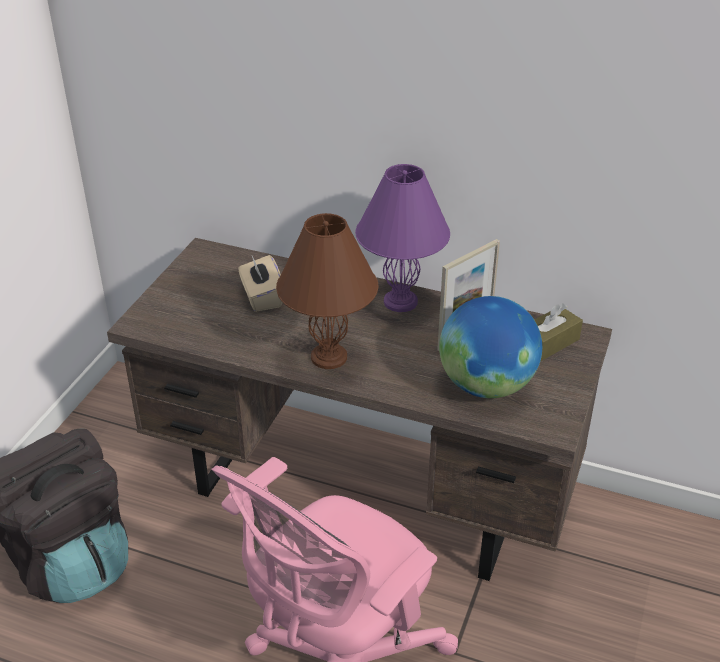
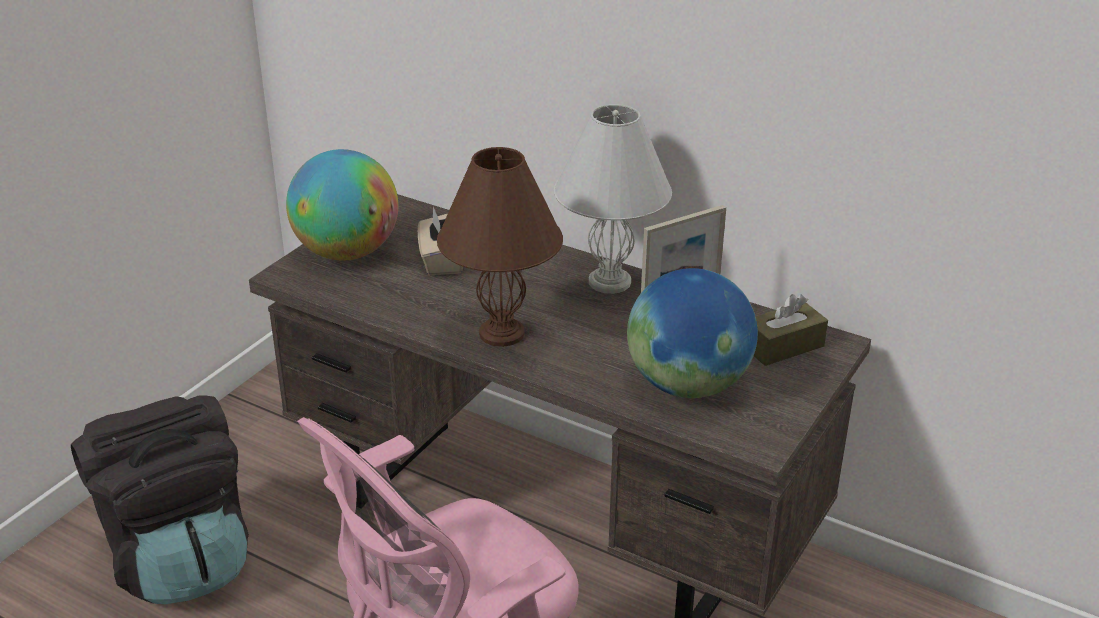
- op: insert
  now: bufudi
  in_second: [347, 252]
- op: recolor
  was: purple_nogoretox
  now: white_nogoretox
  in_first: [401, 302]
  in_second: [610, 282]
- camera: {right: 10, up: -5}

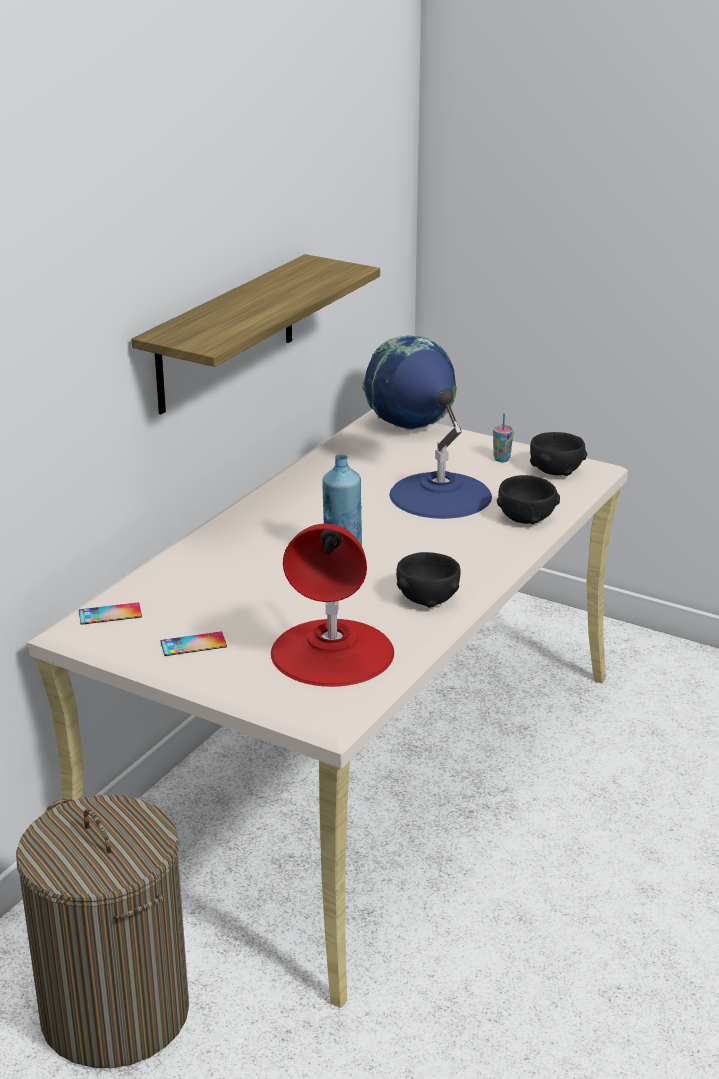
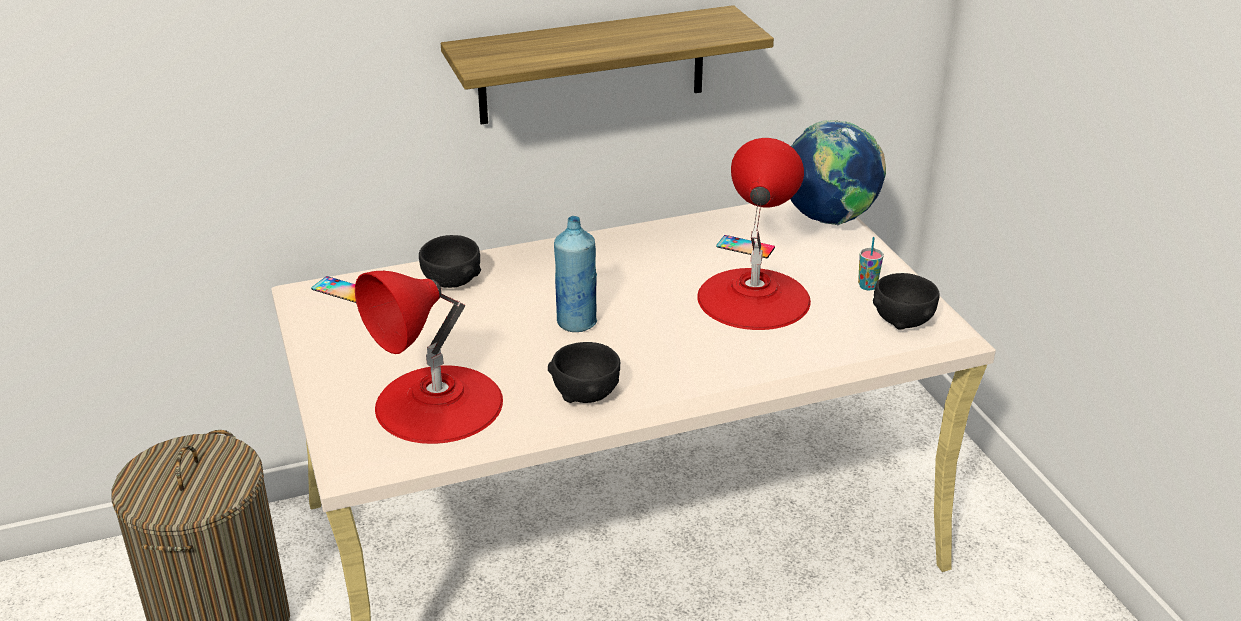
- op: move
  was: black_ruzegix
  in_first: [526, 518]
  in_second: [452, 281]
- op: recolor
  was: blue_nogoretox
  now: red_nogoretox
  in_first: [440, 495]
  in_second: [753, 298]
- op: move
  was: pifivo
  in_first: [193, 644]
  in_second: [745, 247]
- camera: {right: 40, up: 5}

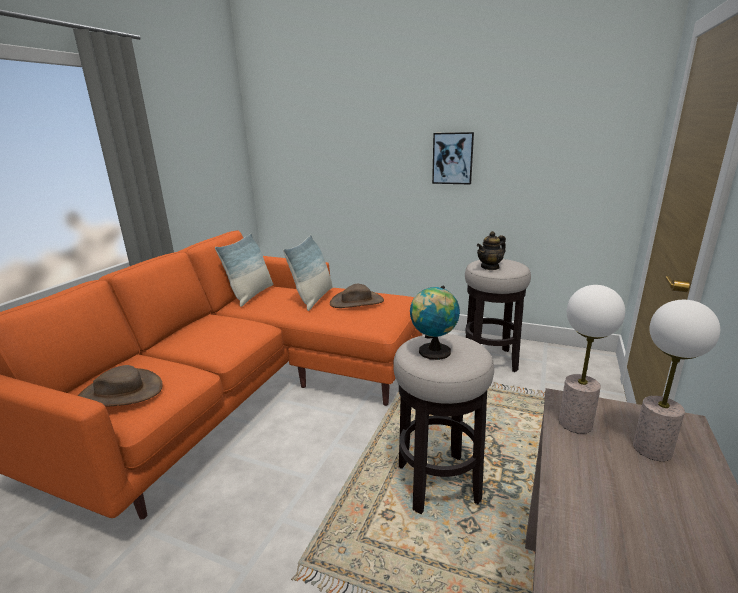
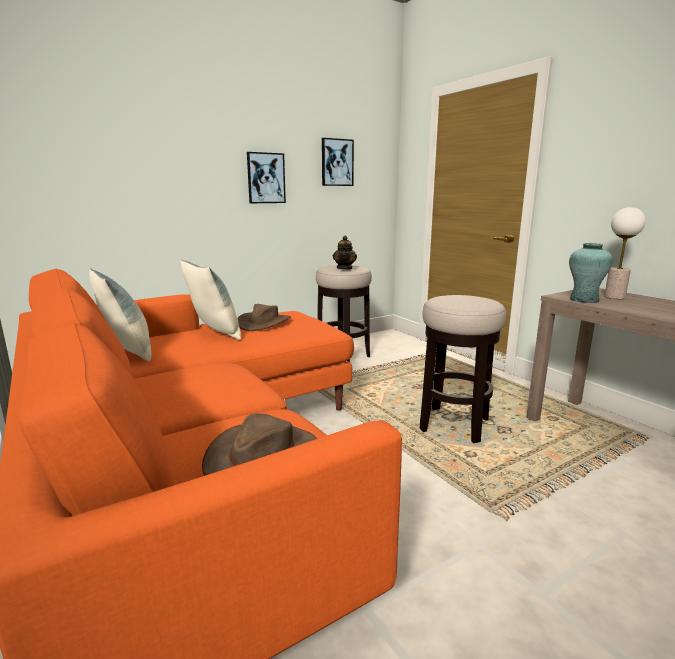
- op: insert
  now: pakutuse
  in_second: [337, 162]
- op: replace
  was: nogoretox
  now: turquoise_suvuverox
  in_first: [575, 423]
  in_second: [584, 300]
- op: delete
  was: bufudi
  in_first: [433, 352]
- camera: {right: -55, up: -5}

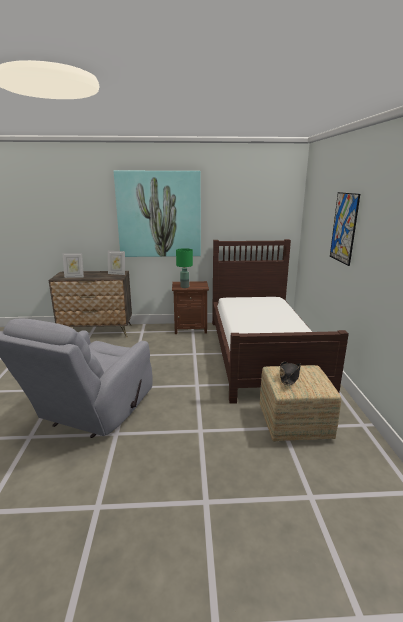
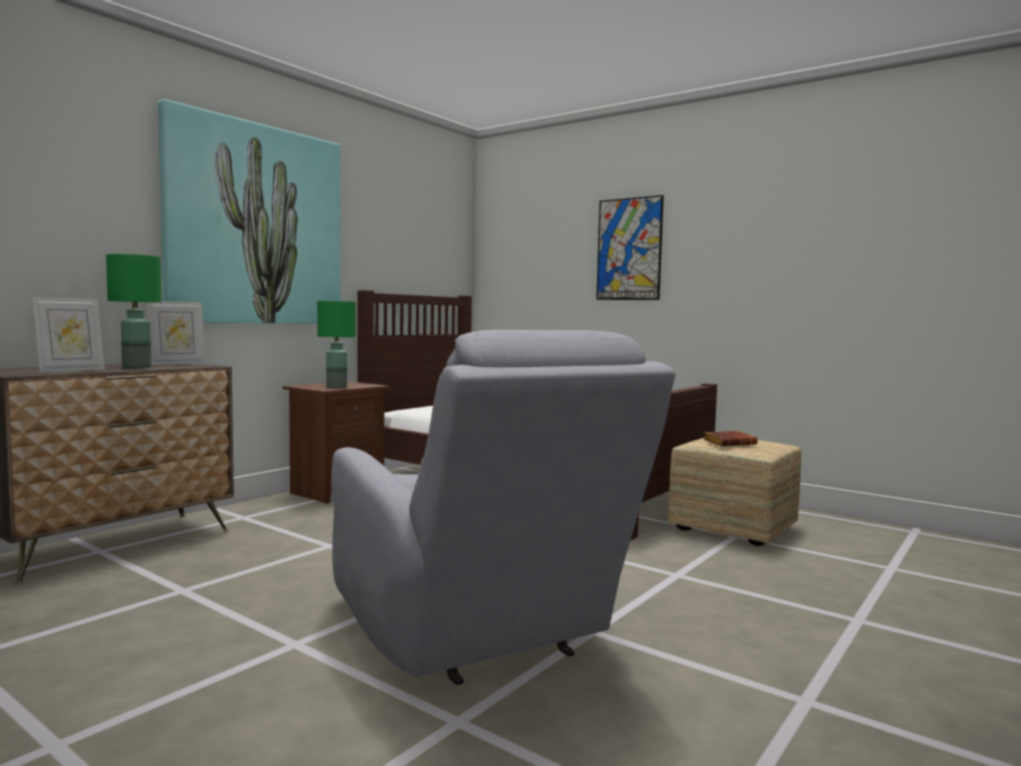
- op: insert
  now: green_nogoretox
  in_second: [136, 367]
- op: replace
  was: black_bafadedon
  now: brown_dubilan
  in_first: [289, 376]
  in_second: [729, 443]
- camera: {right: -50, up: -15}

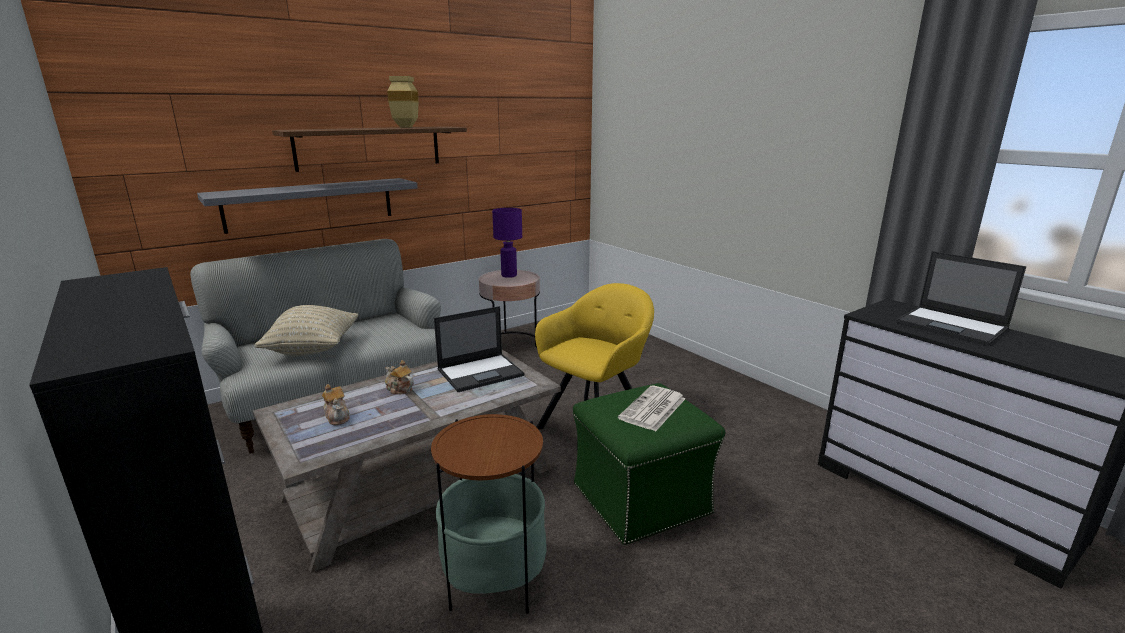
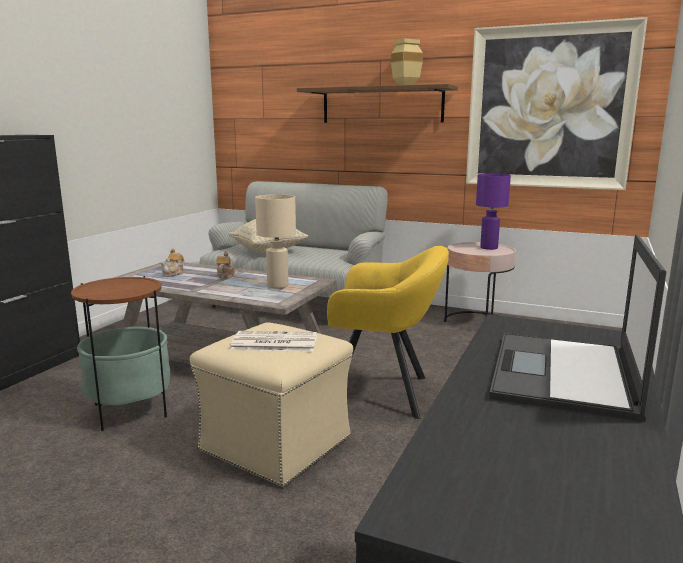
- op: recolor
  was: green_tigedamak
  now: beige_tigedamak
  in_first: [642, 498]
  in_second: [277, 444]
- op: replace
  was: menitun
  now: beige_nogoretox
  in_first: [481, 372]
  in_second: [278, 286]
- op: insert
  now: pakutuse
  in_second: [549, 107]
- op: delete
  was: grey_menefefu
  in_first: [311, 204]
- camera: {right: 60, up: -5}

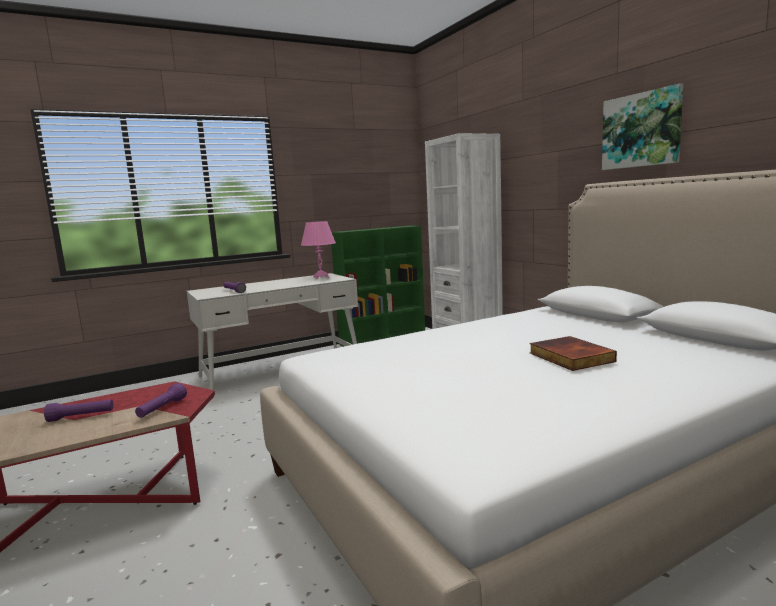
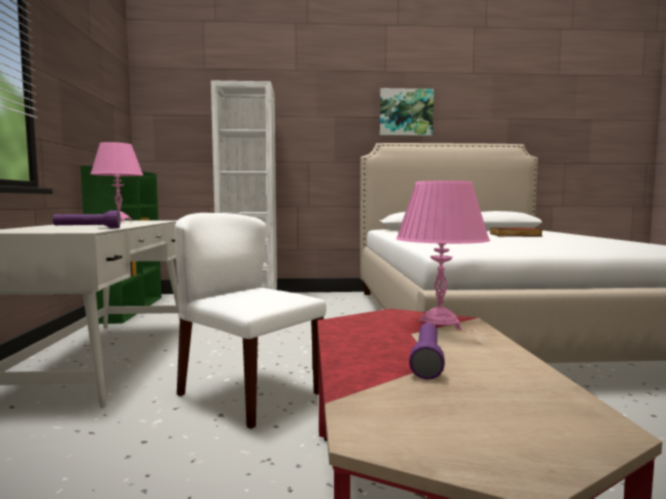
- op: insert
  now: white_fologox
  in_second: [248, 393]
- op: replace
  was: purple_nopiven
  now: pink_nogoretox
  in_first: [162, 409]
  in_second: [439, 325]
- camera: {right: -65, up: -5}

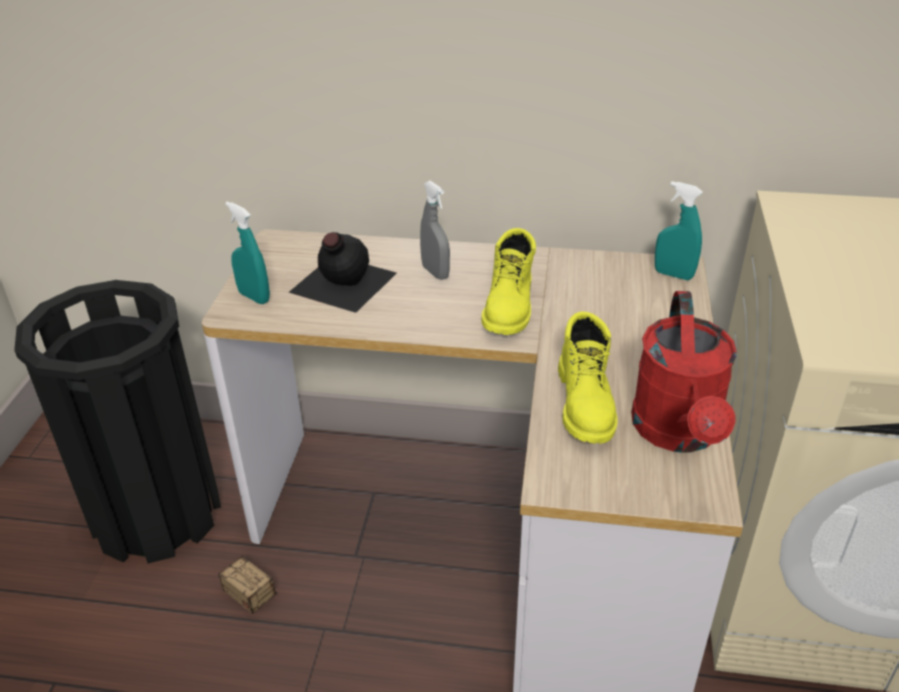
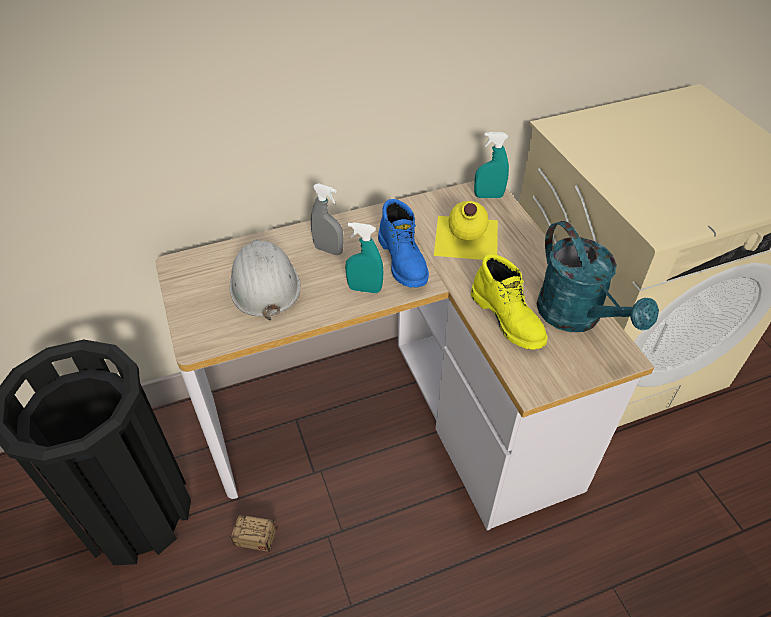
- op: replace
  was: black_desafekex
  now: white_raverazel
  in_first: [341, 282]
  in_second: [264, 284]
- op: move
  was: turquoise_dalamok
  in_first: [254, 297]
  in_second: [364, 289]
- op: recolor
  was: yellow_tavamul
  now: blue_tavamul
  in_first: [510, 307]
  in_second: [404, 260]
- op: insert
  now: yellow_desafekex
  in_second: [465, 238]
- op: recolor
  was: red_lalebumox
  now: turquoise_lalebumox
  in_first: [679, 434]
  in_second: [577, 317]
- camera: {right: -30, up: 10}

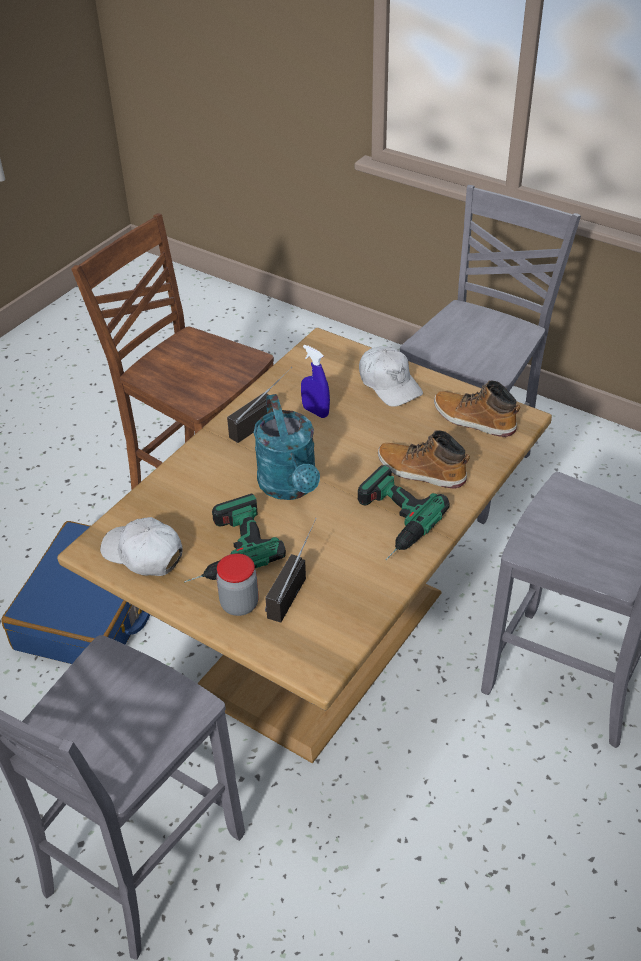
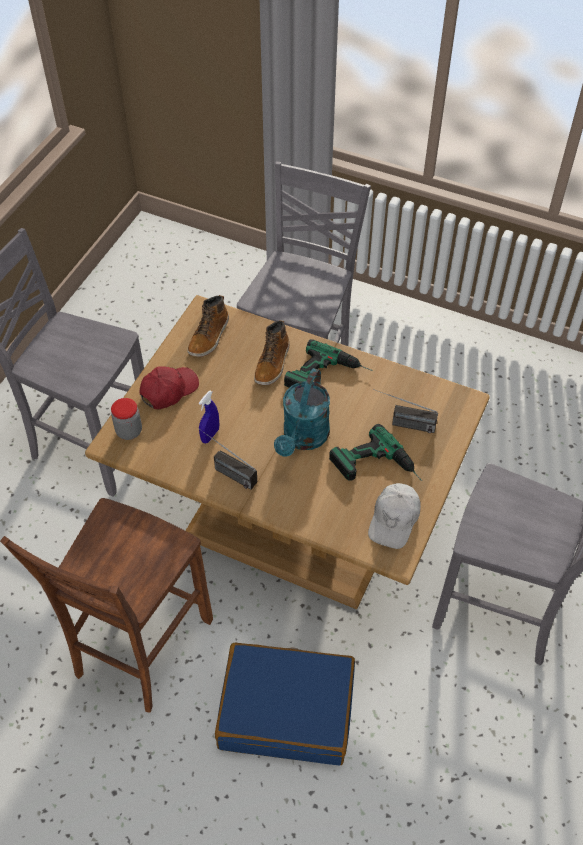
- op: move
  was: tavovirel
  in_first: [239, 604]
  in_second: [129, 431]
- op: recolor
  was: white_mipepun
  now: red_mipepun
  in_first: [389, 384]
  in_second: [168, 390]
- op: rotate
  was: turquoise_lalebumox
  in_first: [290, 487]
  in_second: [303, 438]
  clockwise: 135
- camera: {right: -100, up: 10}

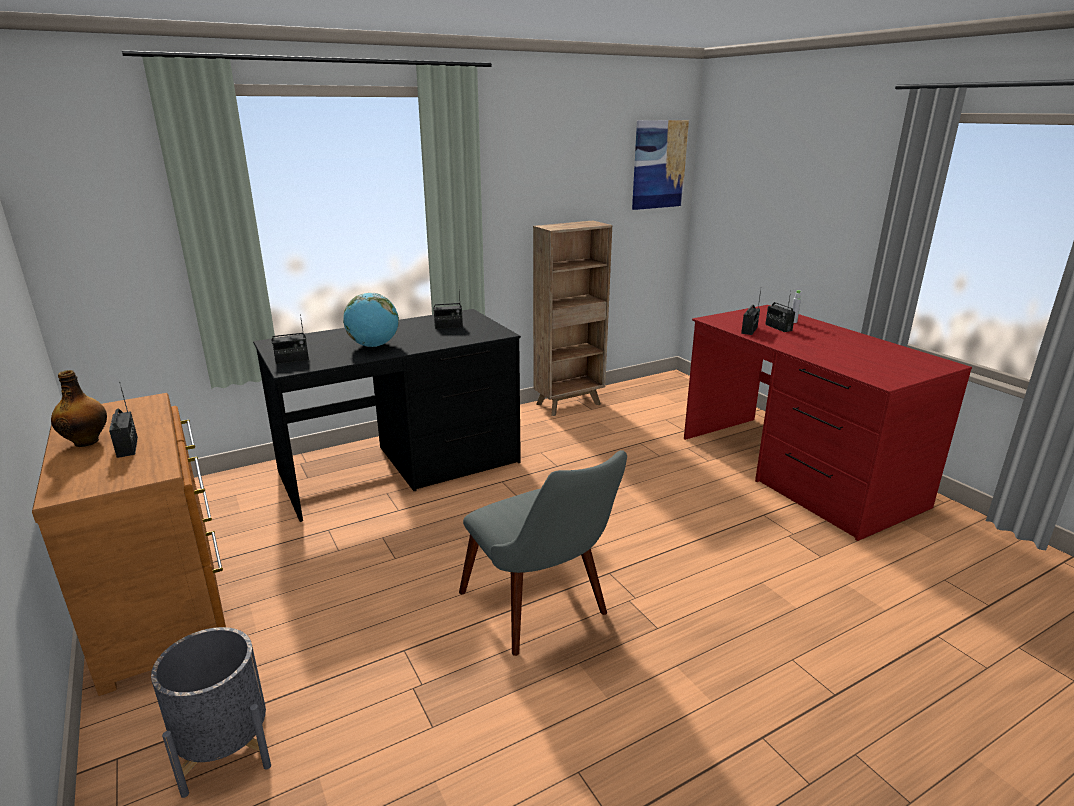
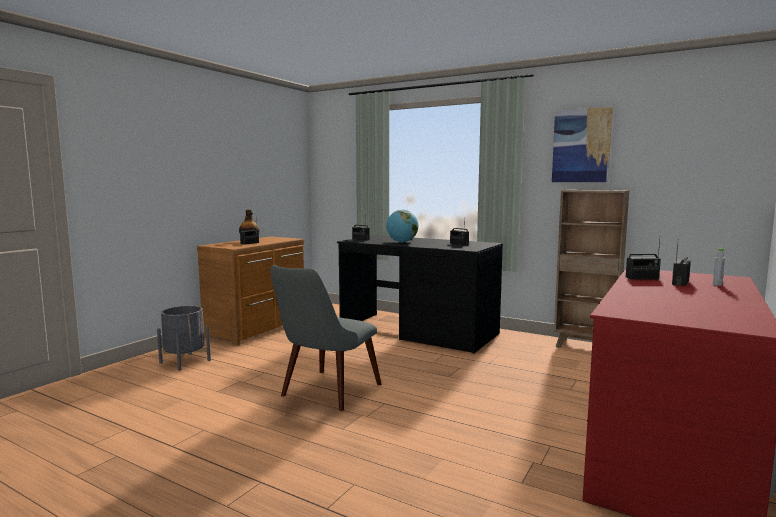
- op: move
  was: pakutuse
  in_first: [659, 164]
  in_second: [581, 146]
- camera: {right: 60, up: -15}

